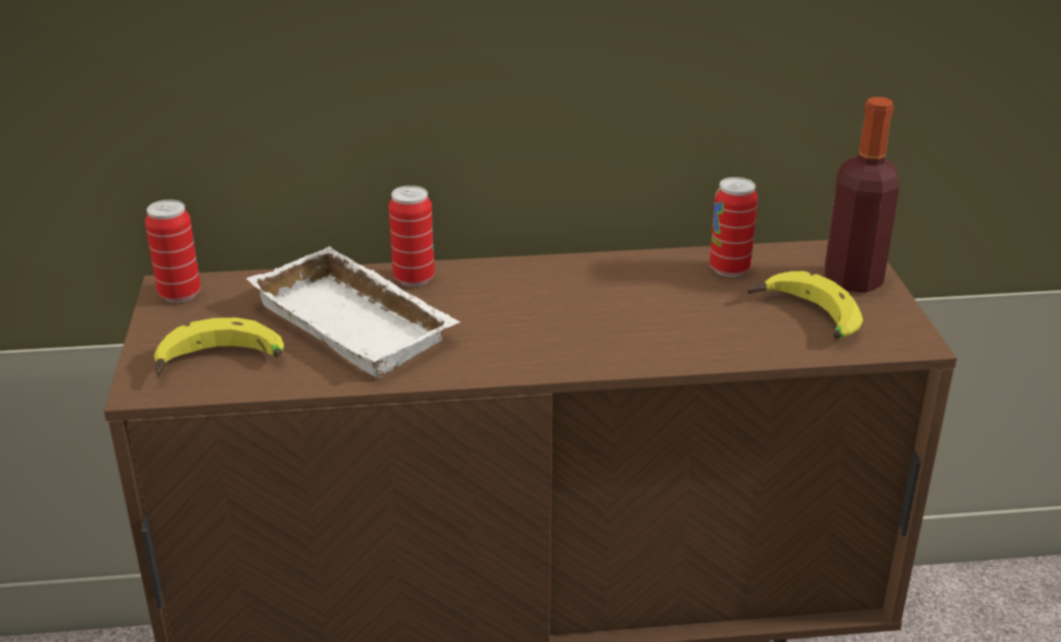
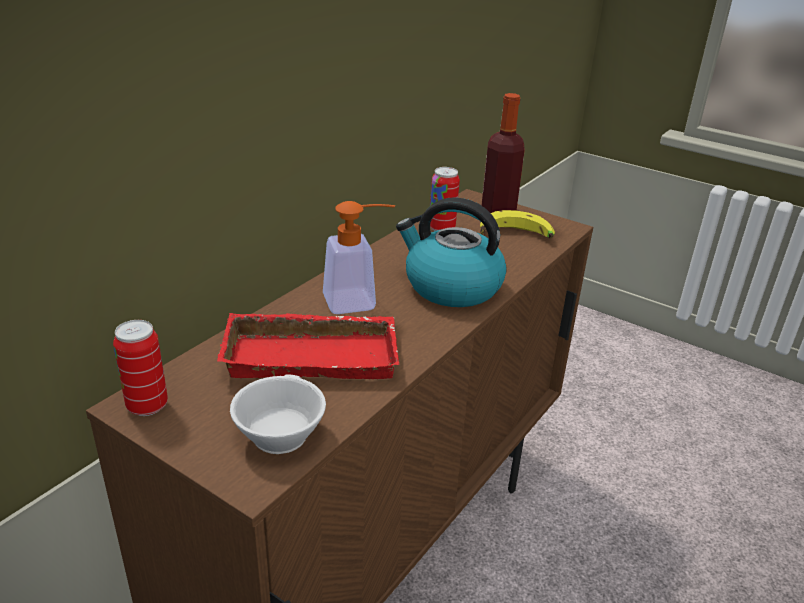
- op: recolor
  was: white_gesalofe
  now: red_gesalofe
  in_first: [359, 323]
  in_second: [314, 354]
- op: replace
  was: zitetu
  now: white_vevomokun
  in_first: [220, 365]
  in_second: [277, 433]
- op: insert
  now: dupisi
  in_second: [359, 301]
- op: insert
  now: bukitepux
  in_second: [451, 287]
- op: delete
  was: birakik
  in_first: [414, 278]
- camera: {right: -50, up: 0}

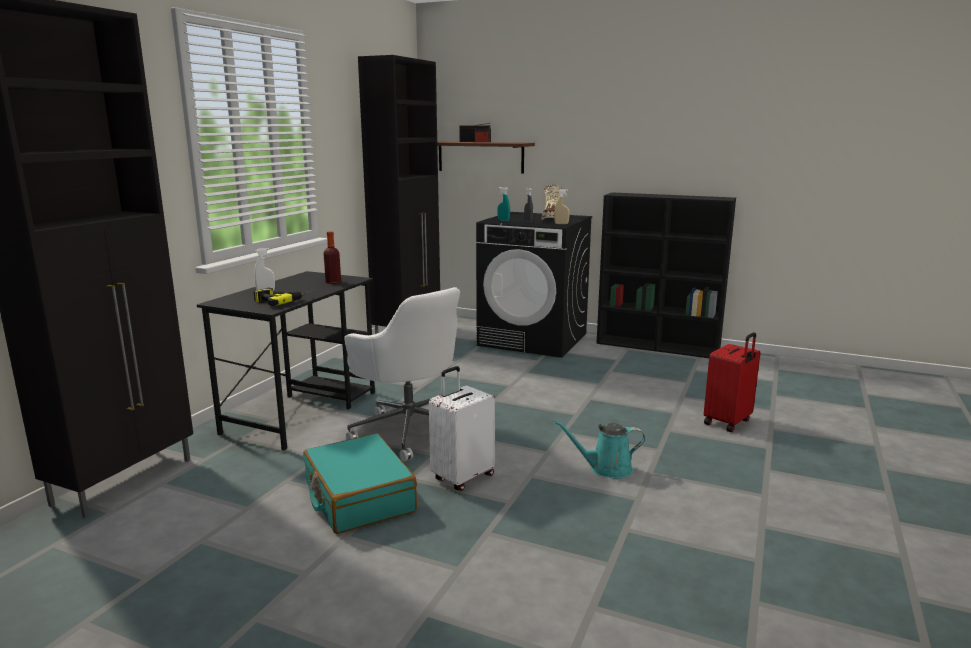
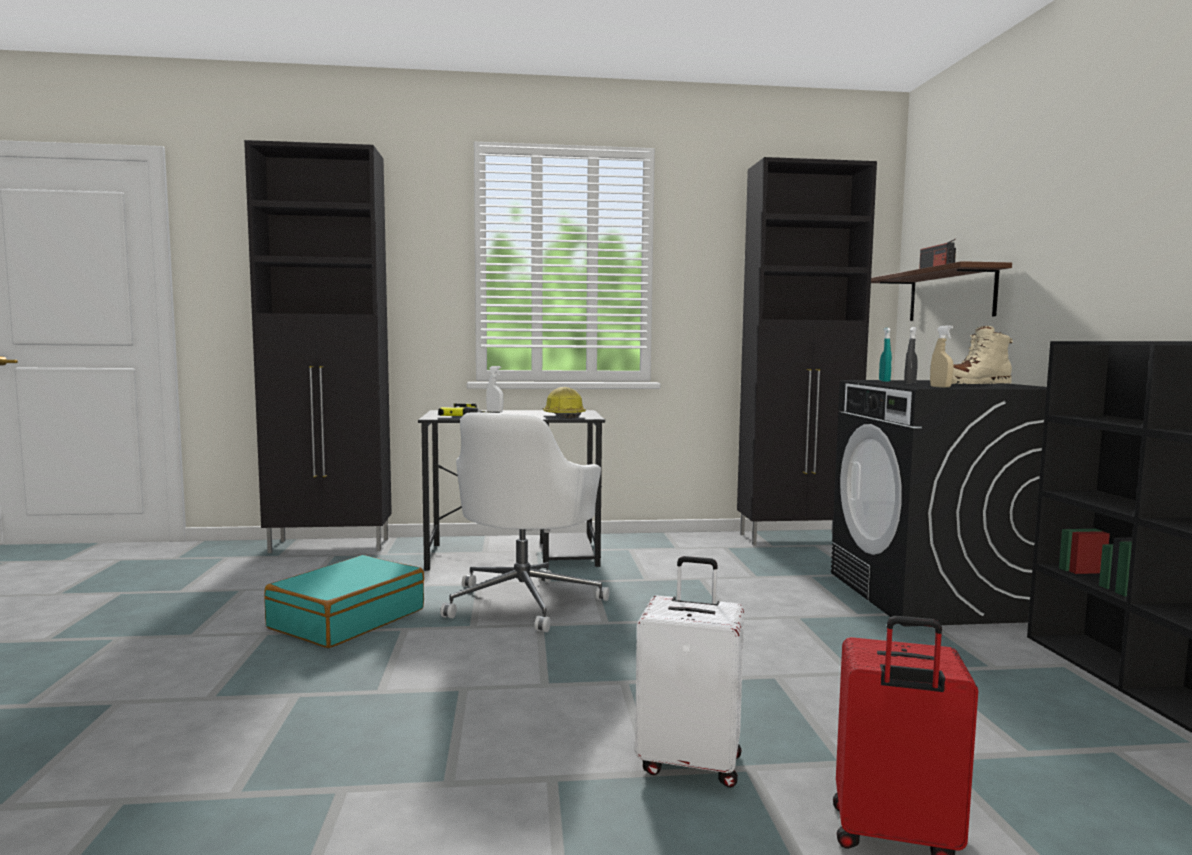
- op: replace
  was: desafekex
  now: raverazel
  in_first: [333, 282]
  in_second: [562, 416]
- op: move
  was: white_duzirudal
  in_first: [462, 477]
  in_second: [690, 762]
- op: delete
  was: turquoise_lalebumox
  in_first: [606, 469]
- camera: {right: 60, up: -10}

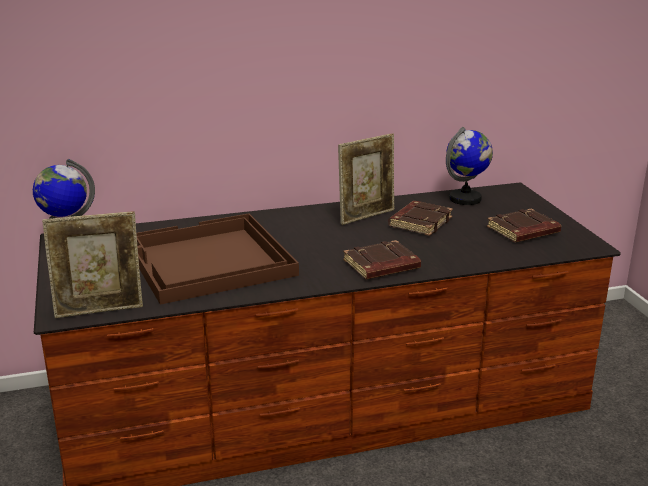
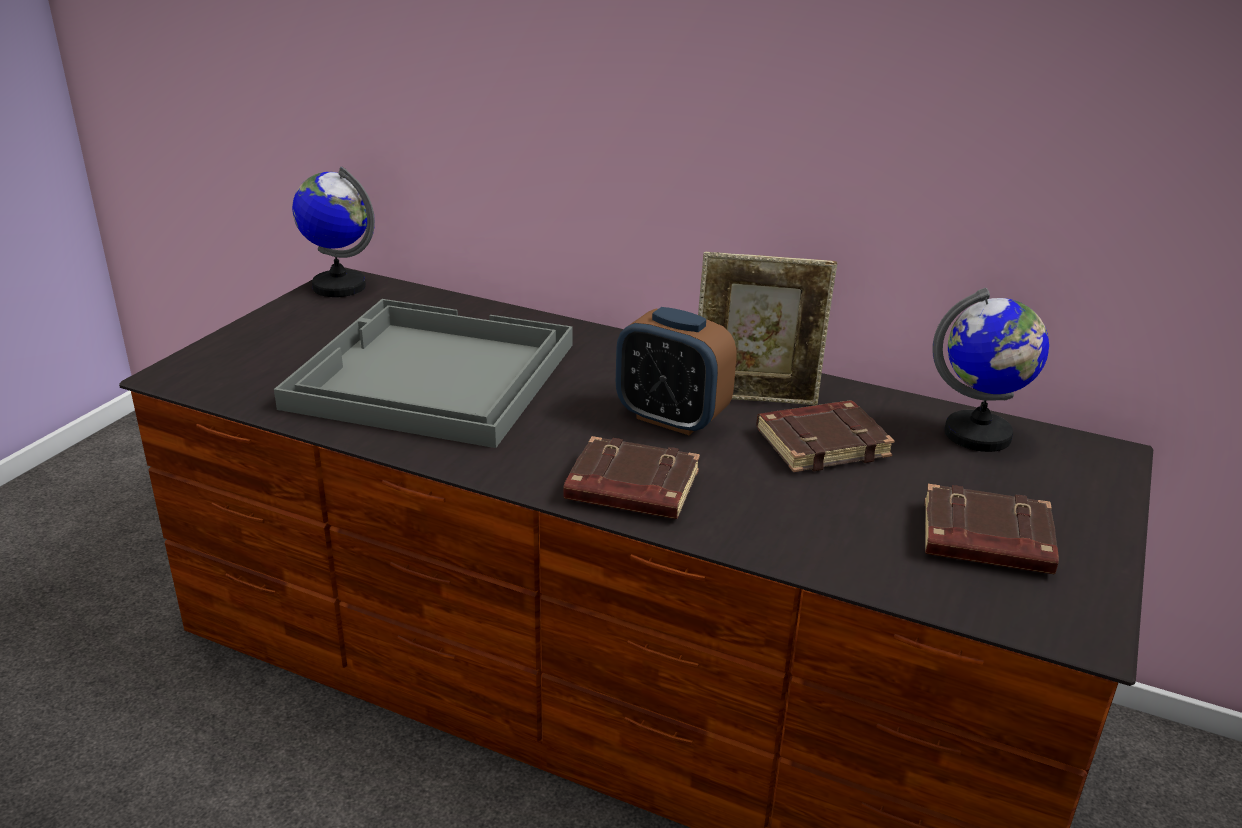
- op: recolor
  was: brown_gesalofe
  now: grey_gesalofe
  in_first: [208, 261]
  in_second: [430, 376]
- op: insert
  now: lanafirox
  in_second: [671, 418]
- op: delete
  was: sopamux
  in_first: [100, 310]
- camera: {right: 40, up: 5}

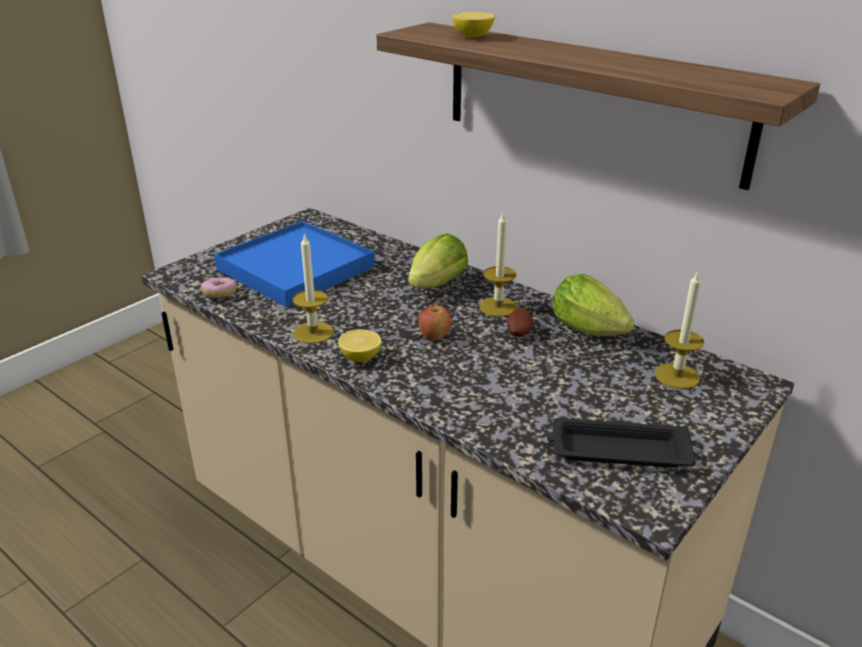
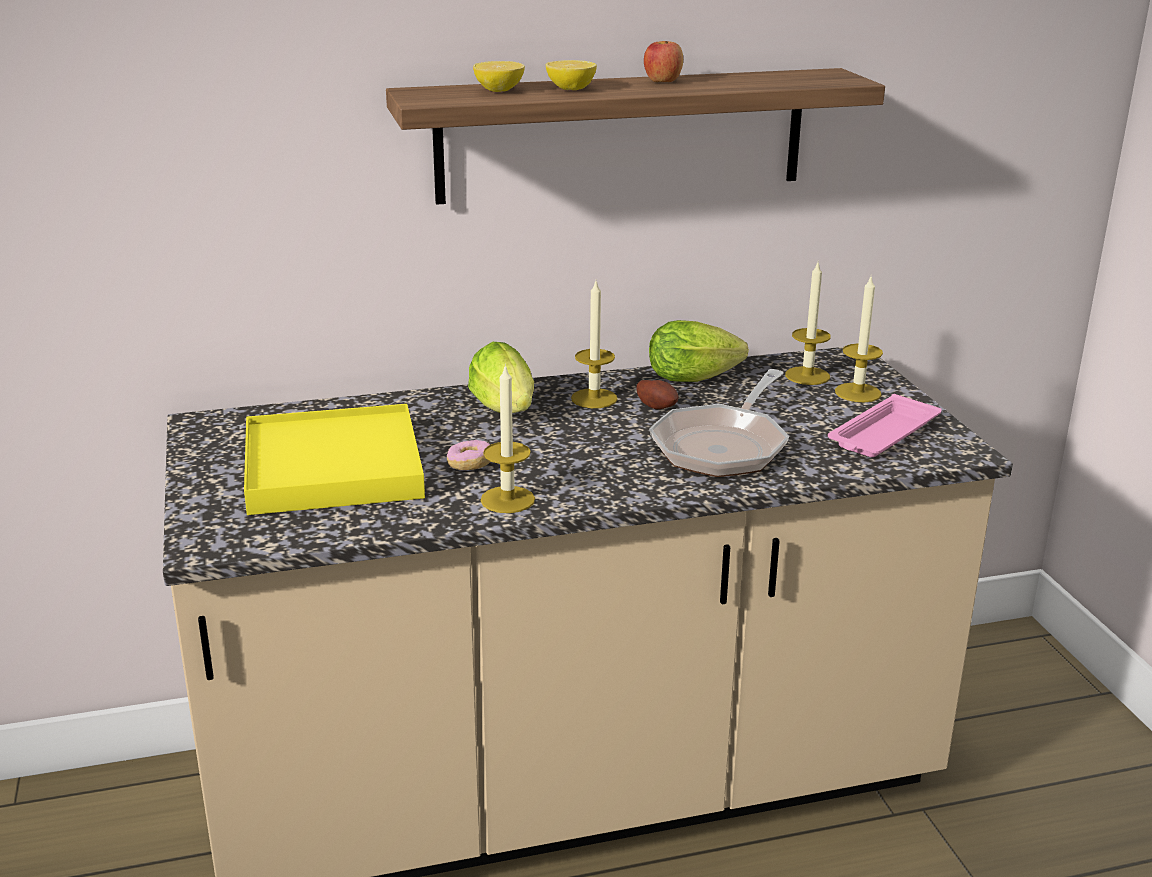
- op: recolor
  was: blue_gesalofe
  now: yellow_gesalofe
  in_first: [295, 268]
  in_second: [332, 468]
- op: move
  was: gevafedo
  in_first: [220, 294]
  in_second: [470, 465]
- op: move
  was: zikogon
  in_first: [360, 357]
  in_second: [571, 89]
- op: move
  was: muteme
  in_first: [434, 336]
  in_second: [662, 81]
- op: insert
  now: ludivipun
  in_second: [723, 446]
- op: recolor
  was: black_gesalofe
  now: pink_gesalofe
  in_first: [617, 450]
  in_second: [882, 435]
- op: insert
  now: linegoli
  in_second: [858, 393]
- camera: {right: -55, up: -5}

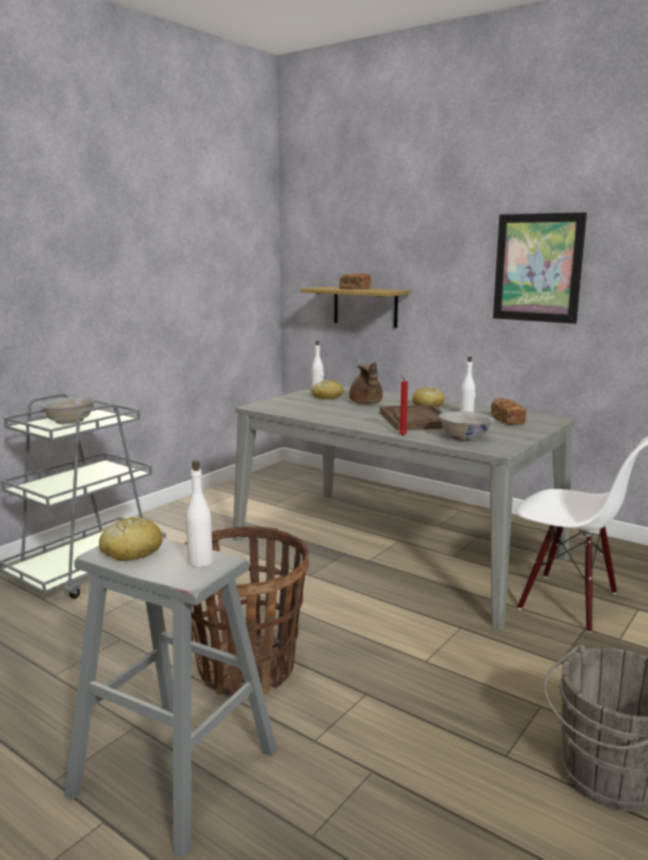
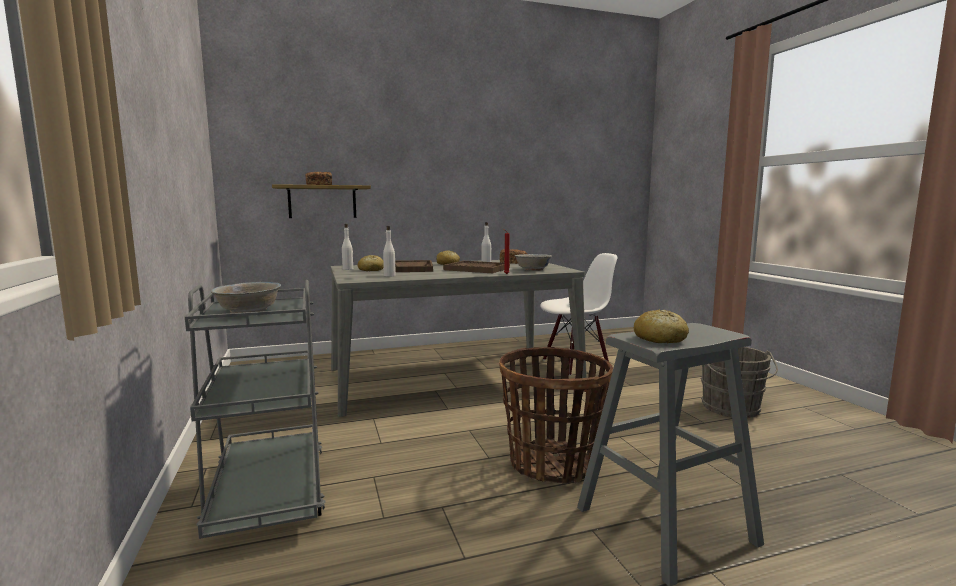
- op: move
  was: white_desafekex
  in_first: [200, 562]
  in_second: [389, 275]
- op: replace
  was: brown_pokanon
  now: brown_gesalofe
  in_first: [365, 403]
  in_second: [411, 268]
- op: delete
  was: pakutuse
  in_first: [538, 268]
- camera: {right: -55, up: -5}

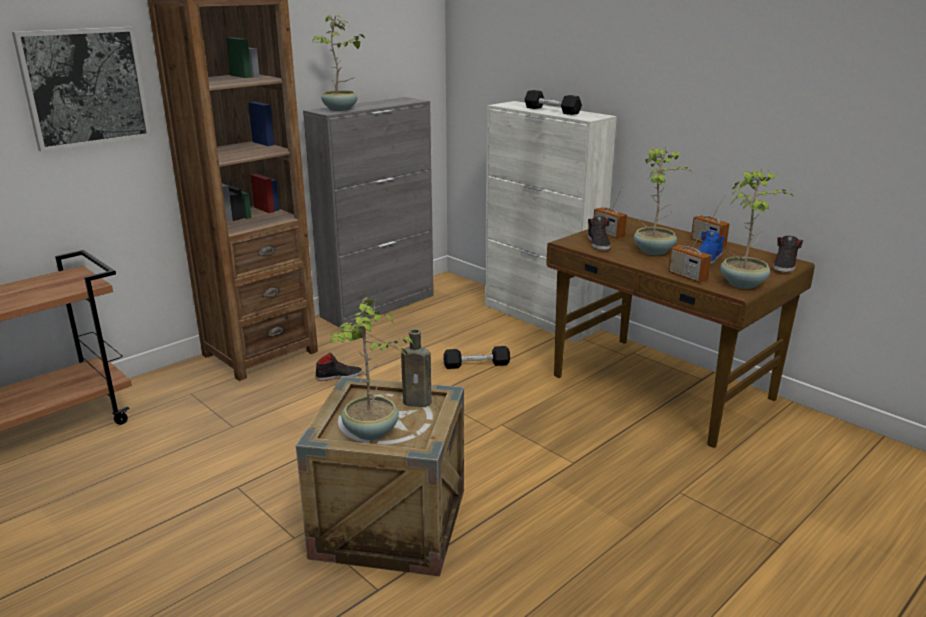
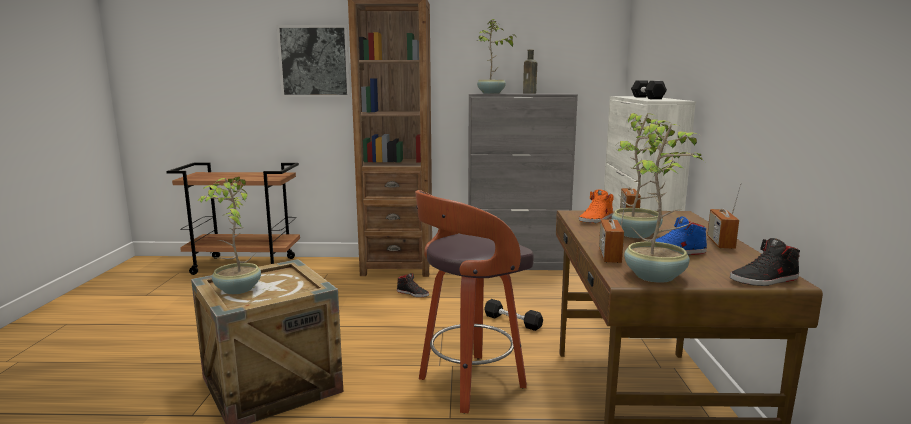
- op: insert
  now: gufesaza
  in_second: [469, 384]
- op: move
  was: brown_desafekex
  in_first: [419, 402]
  in_second: [530, 93]
- op: recolor
  was: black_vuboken
  now: orange_vuboken
  in_first: [599, 244]
  in_second: [596, 219]
- camera: {right: 45, up: -10}

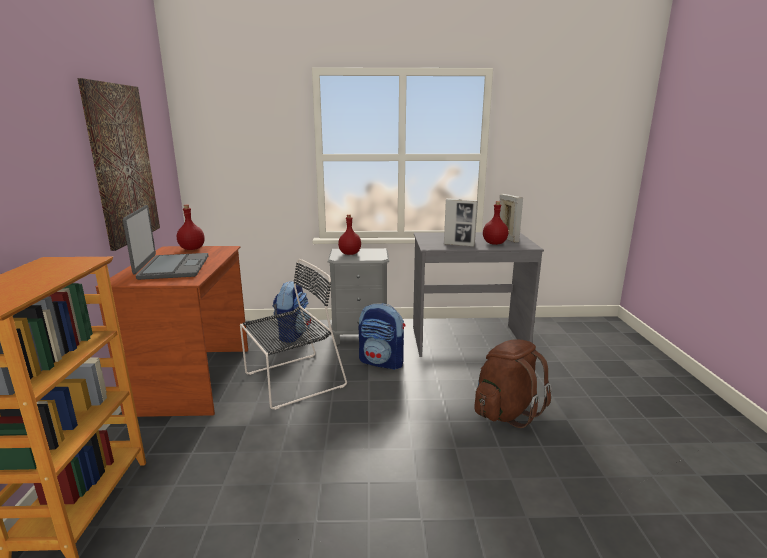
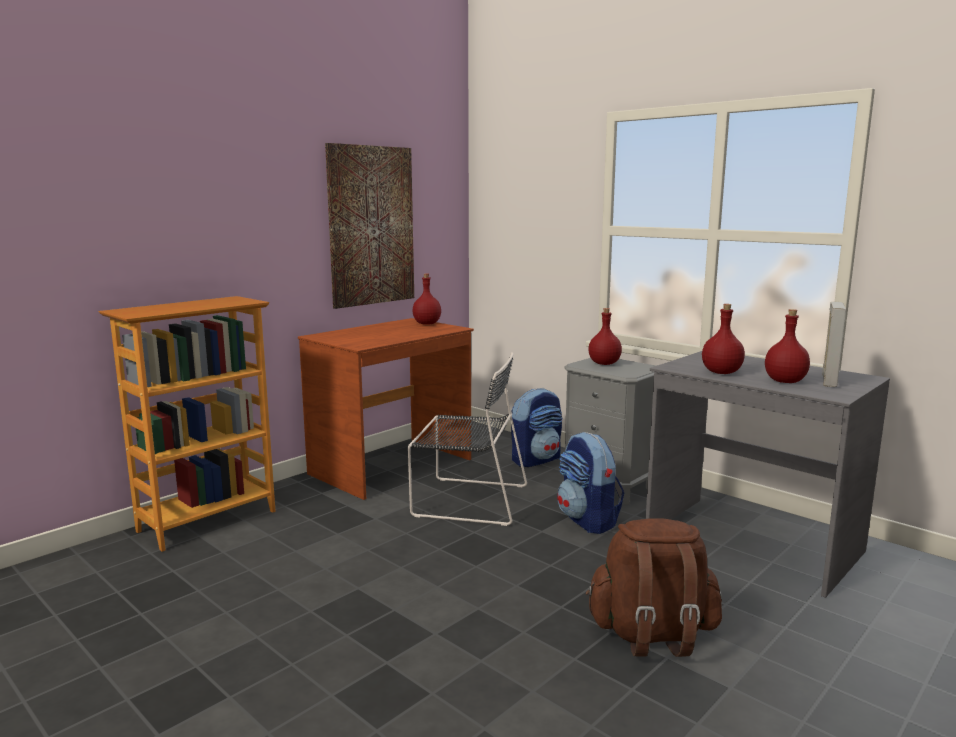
- op: replace
  was: sopamux
  now: red_desafekex
  in_first: [459, 245]
  in_second: [722, 372]
- op: delete
  was: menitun
  in_first: [172, 267]
- camera: {right: 45, up: -5}

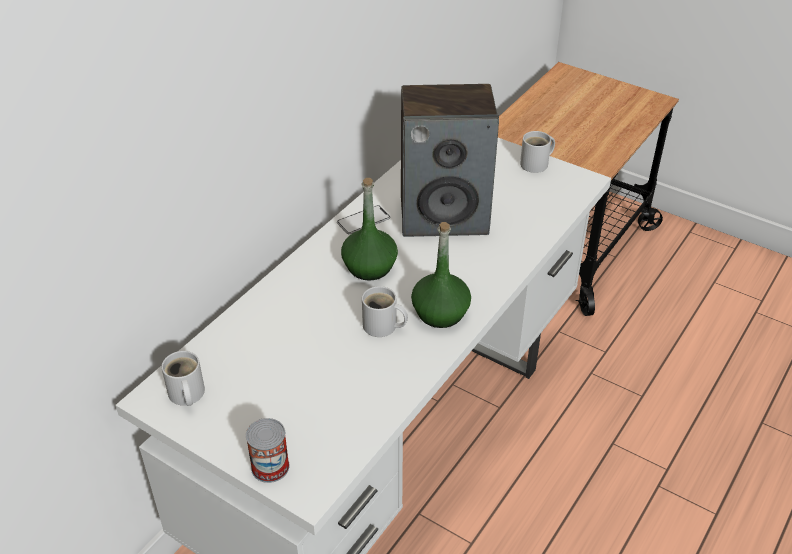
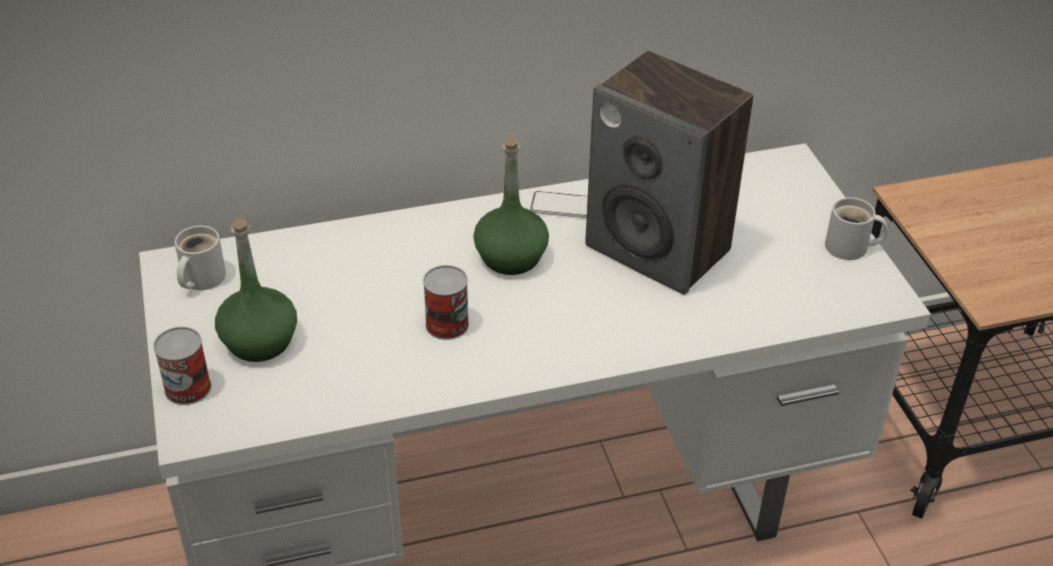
- op: move
  was: green_desafekex
  in_first: [440, 313]
  in_second: [260, 341]
- op: replace
  was: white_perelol
  now: birakik
  in_first: [382, 327]
  in_second: [447, 324]
- camera: {right: 40, up: 0}

